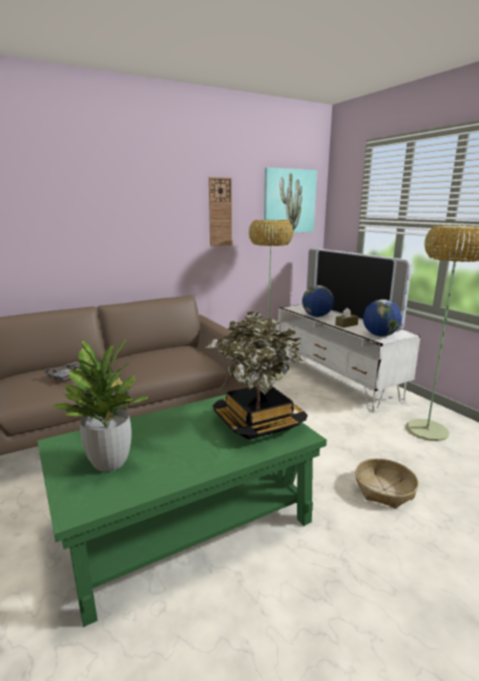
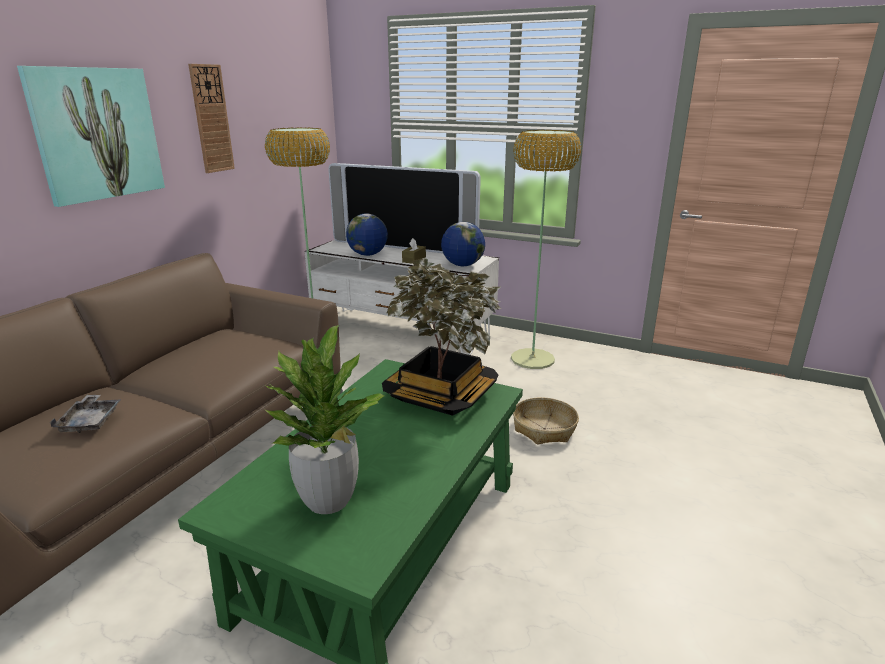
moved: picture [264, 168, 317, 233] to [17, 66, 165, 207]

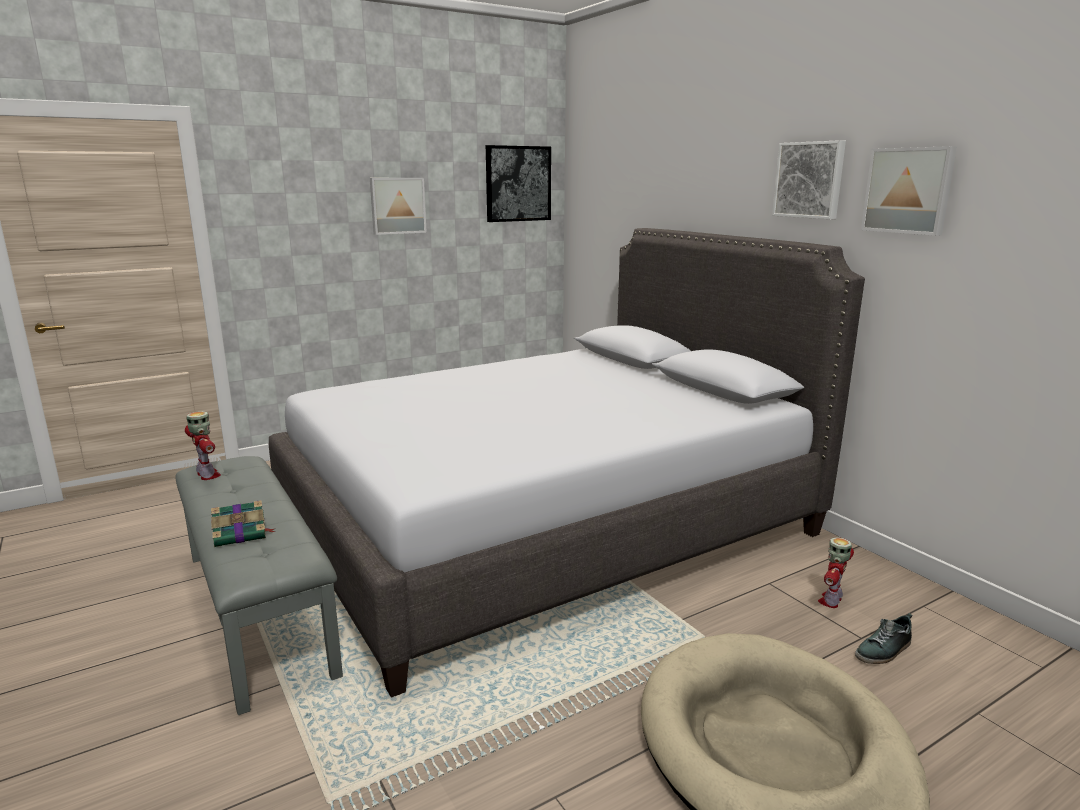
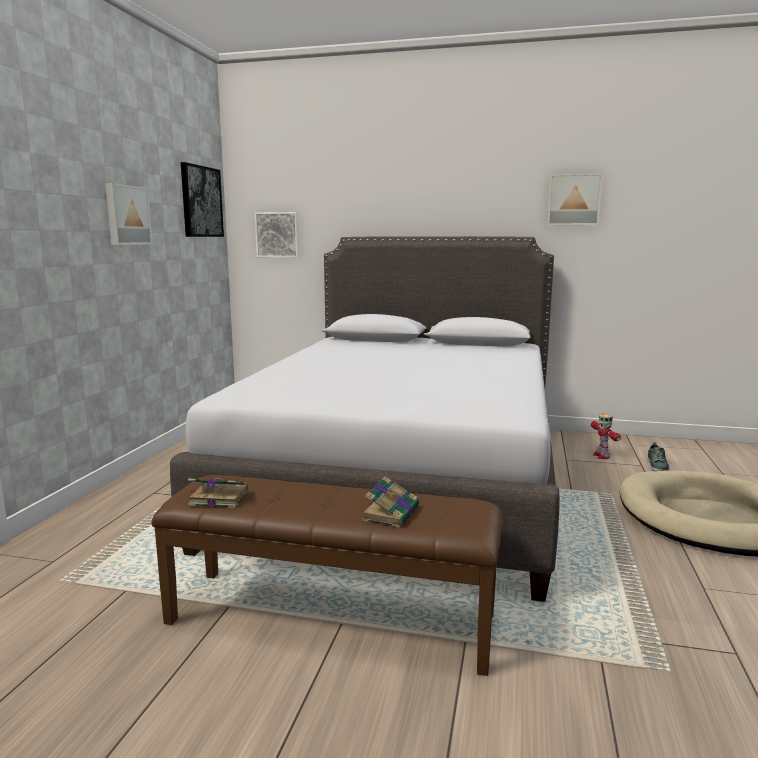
moved: picture [772, 140, 846, 219] to [255, 212, 299, 258]
replaced: toy robot [185, 411, 221, 480] to book [188, 478, 248, 508]
recoloured: grey bench [175, 456, 343, 715] to brown bench [151, 475, 502, 676]

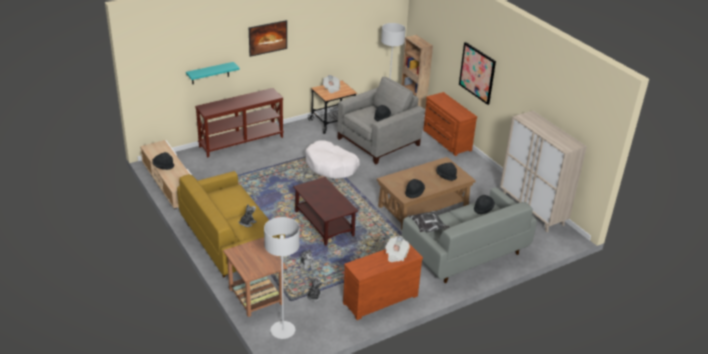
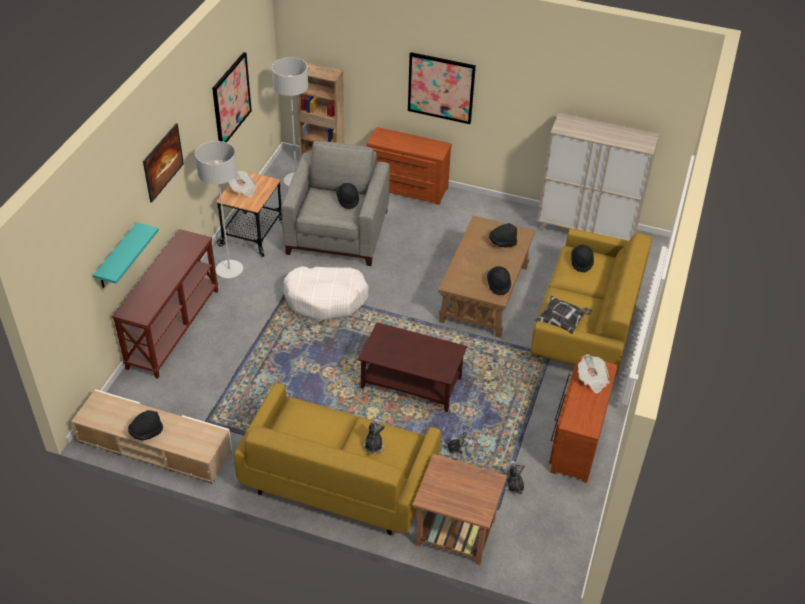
added: picture [212, 52, 252, 143]
moved: grey floor lamp [264, 217, 300, 339] to [195, 141, 243, 278]
recoloured: grey sofa [402, 187, 537, 283] to yellow sofa [531, 228, 652, 376]

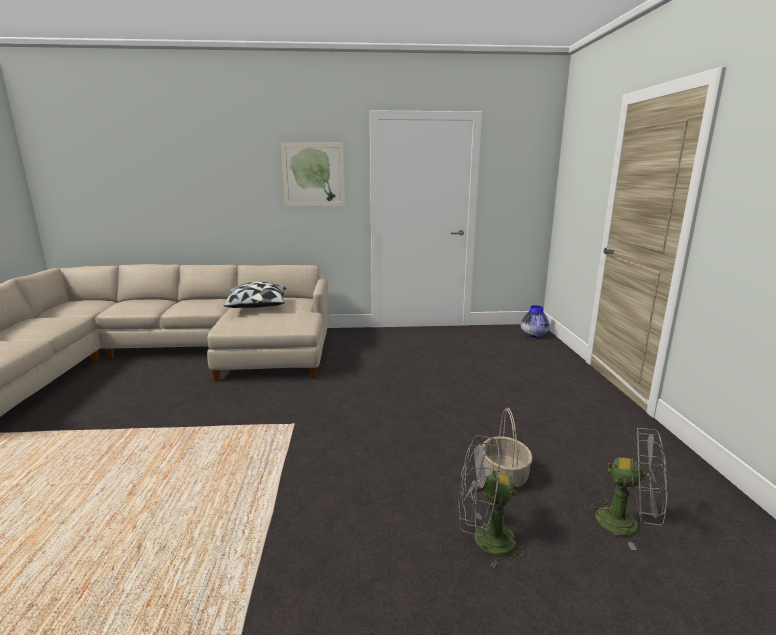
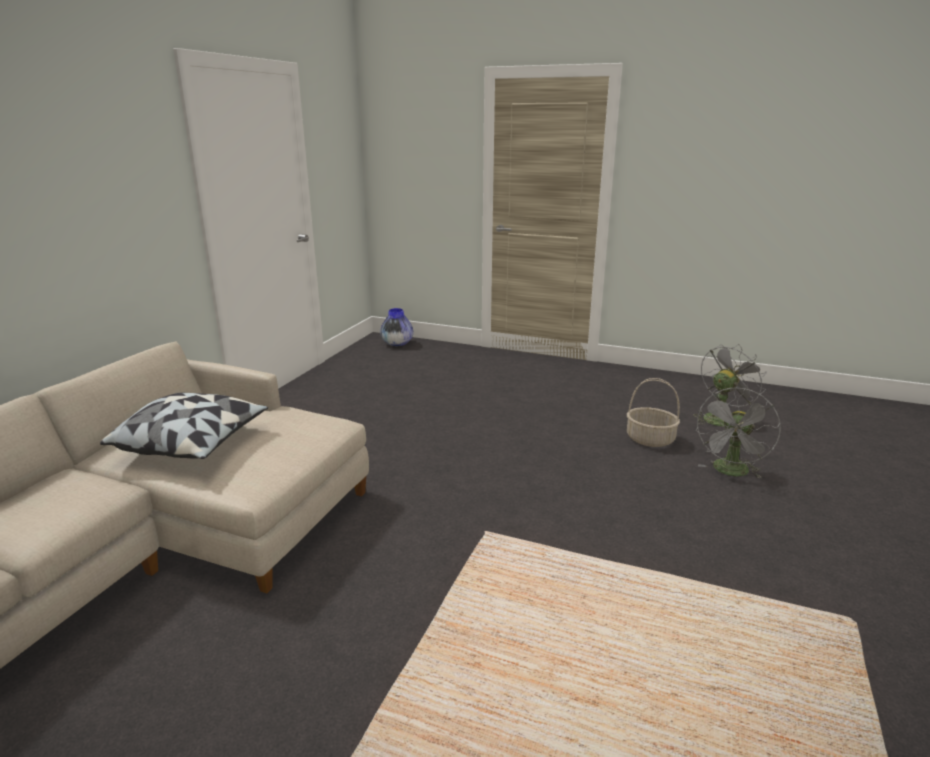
removed: picture [281, 142, 345, 207]

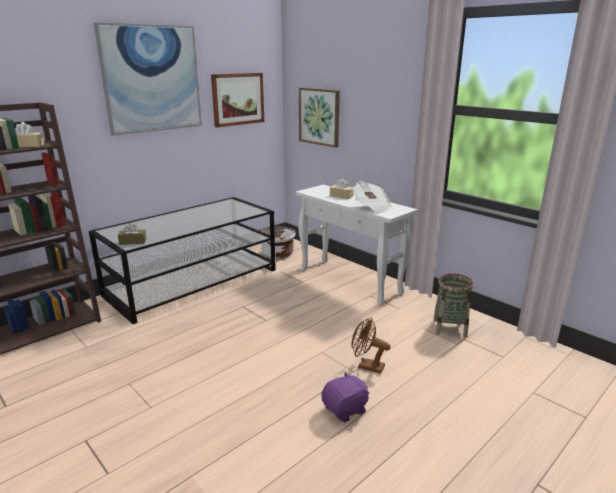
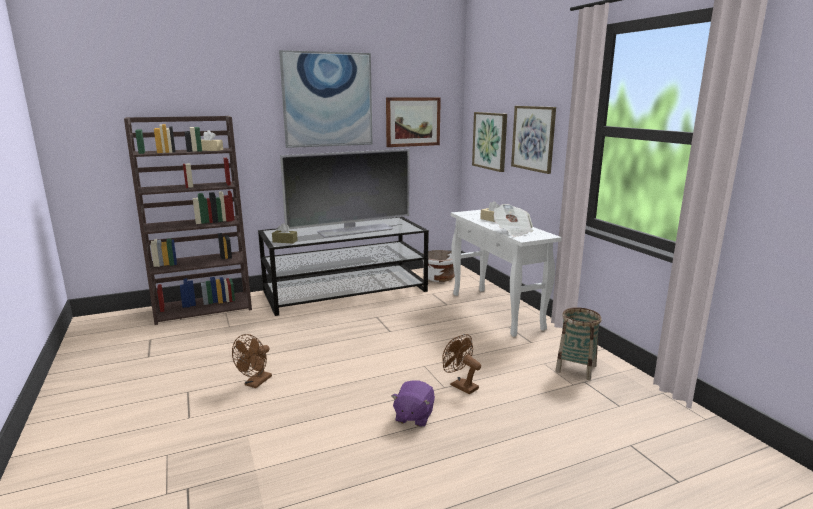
added: brown fan [232, 334, 272, 388]; television [280, 149, 409, 238]; picture [511, 106, 556, 174]
turned: purple plush toy [321, 372, 369, 422] = [391, 380, 435, 427] 120 degrees clockwise

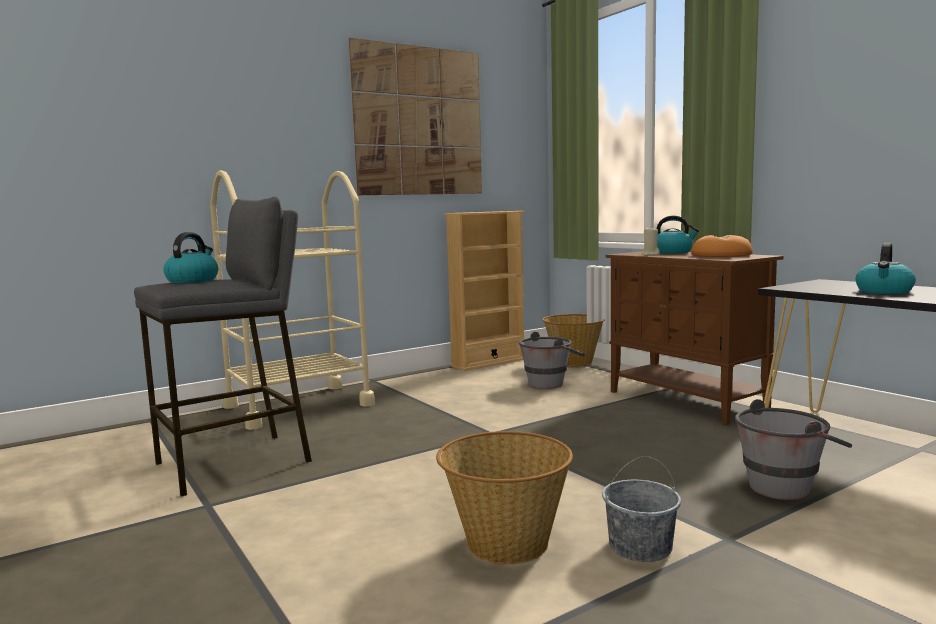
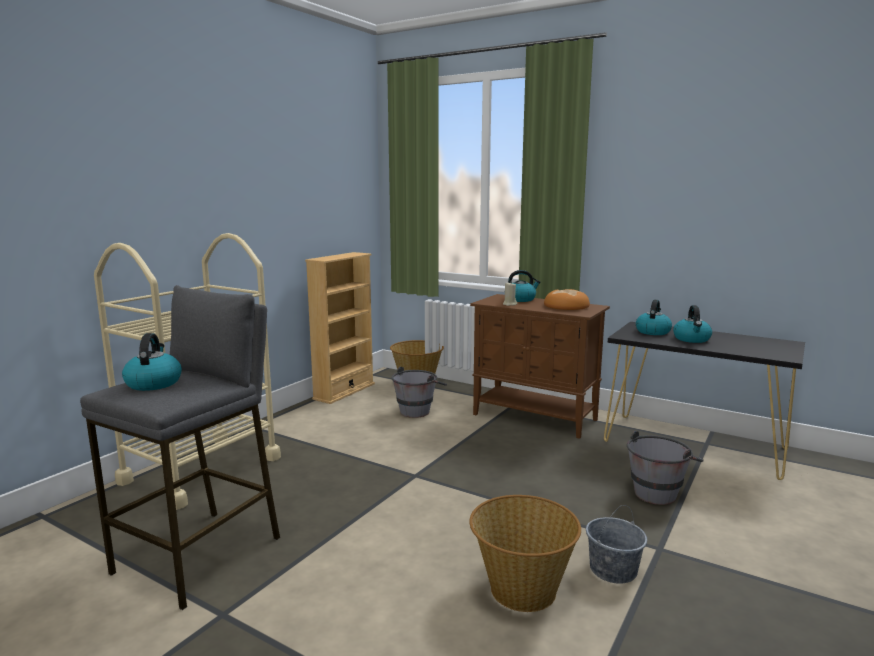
removed: picture [349, 38, 482, 195]
added: kettle [636, 300, 672, 335]

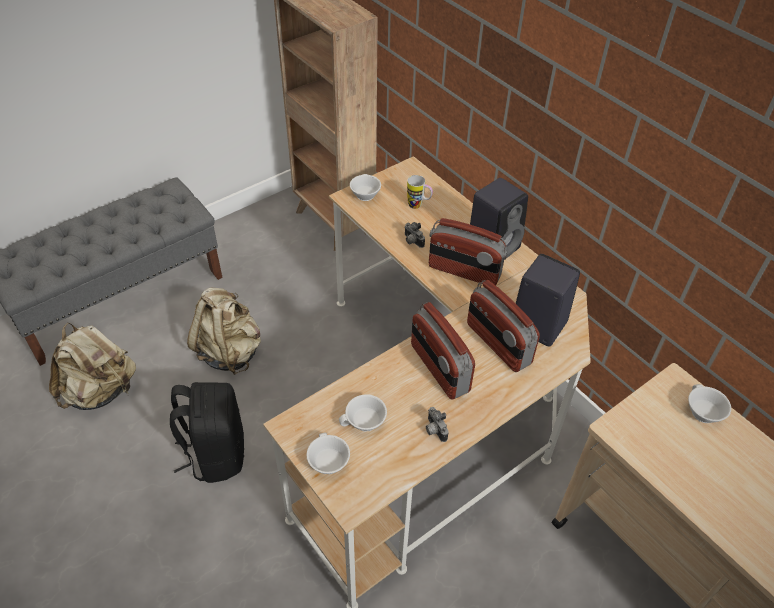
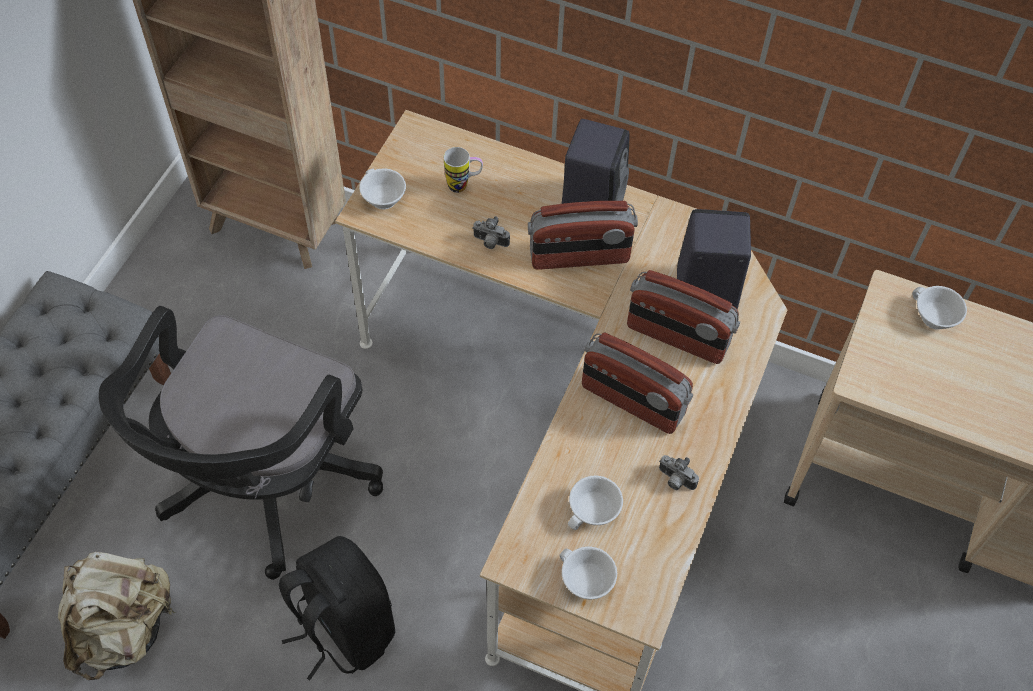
replaced: beige backpack [187, 288, 261, 375] to black office chair [99, 306, 383, 580]

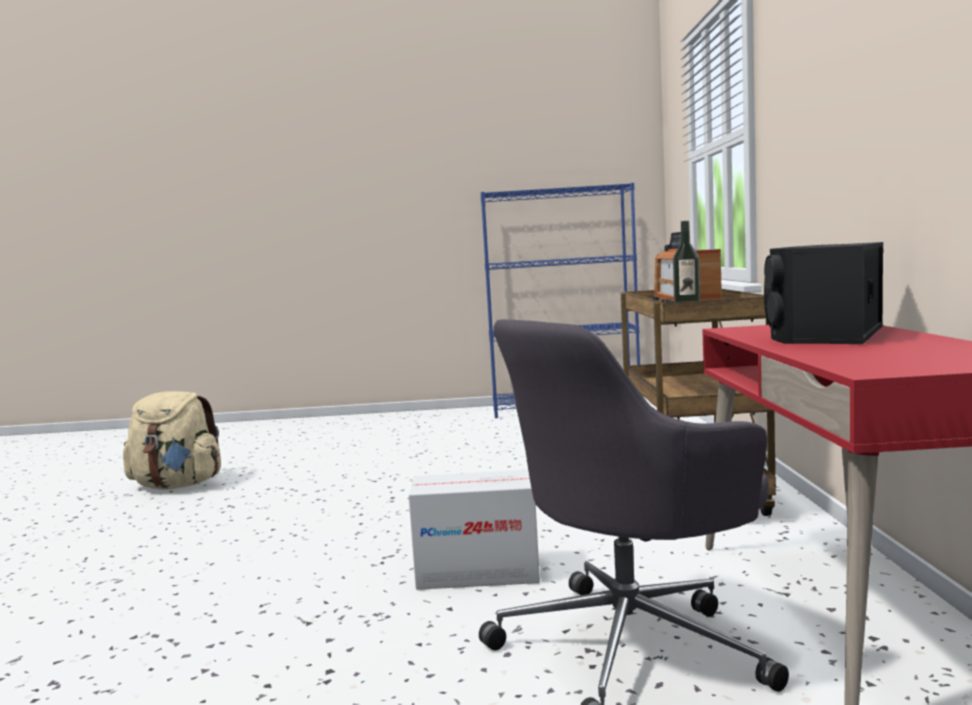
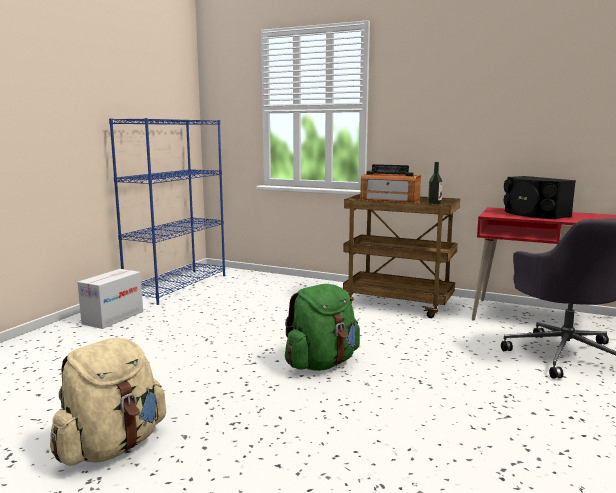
added: green backpack [285, 284, 360, 371]
moved: cardboard box [409, 470, 540, 590] to [77, 269, 143, 329]

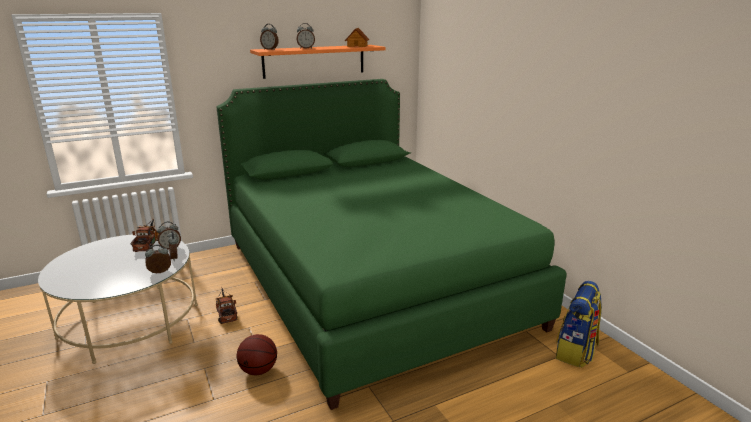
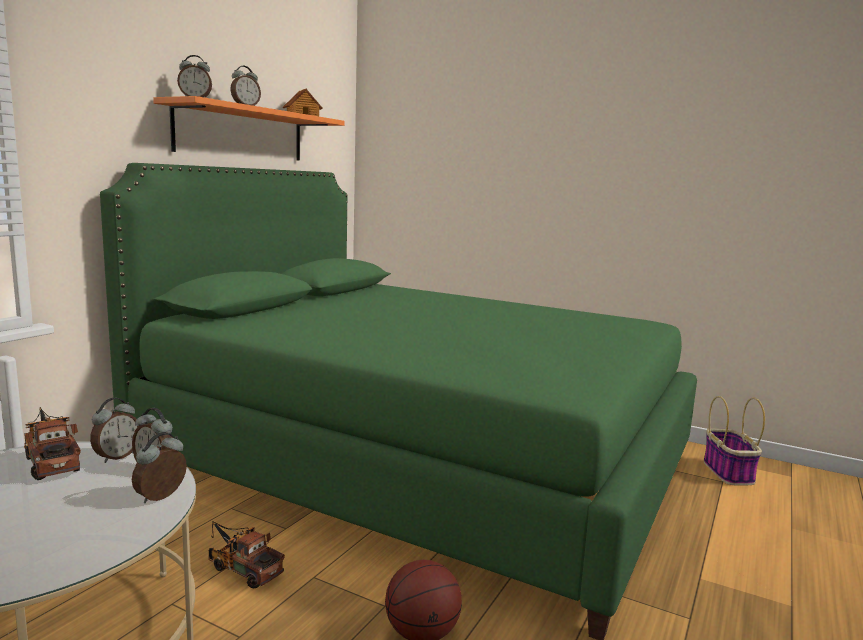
replaced: backpack [556, 281, 602, 368] to basket [704, 396, 765, 485]

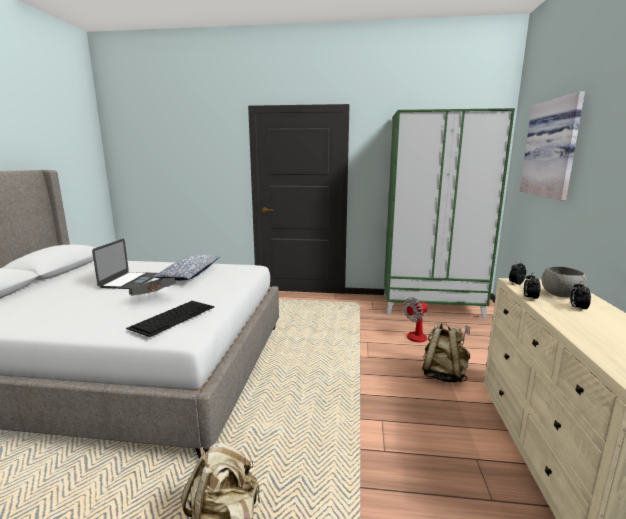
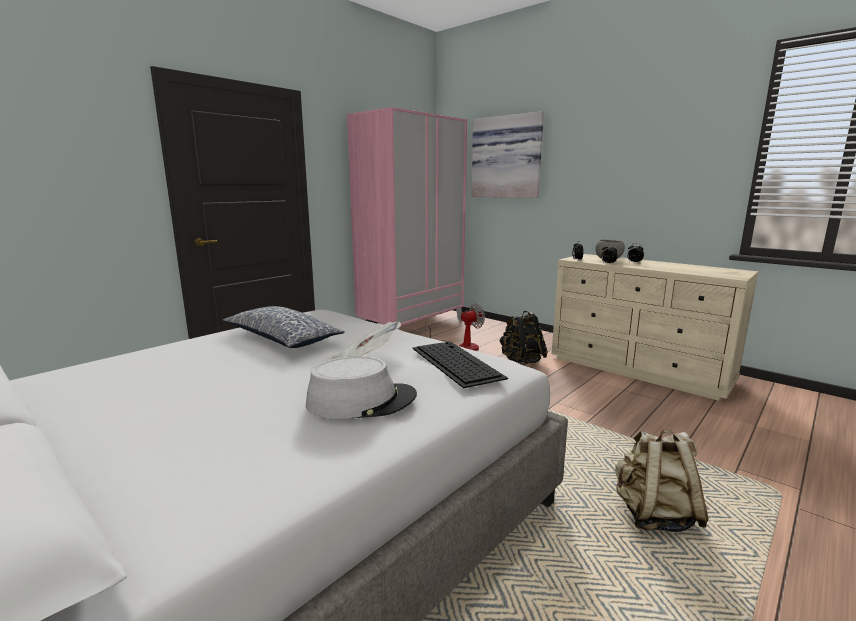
removed: laptop [92, 239, 158, 289]
added: grey hat [306, 356, 417, 419]
recoloured: green wardrobe [384, 108, 515, 319] to pink wardrobe [347, 107, 468, 330]; beige backpack [422, 322, 470, 383] to black backpack [500, 311, 548, 365]
turned: fan [404, 297, 470, 345] = [426, 303, 485, 351] 120 degrees counterclockwise

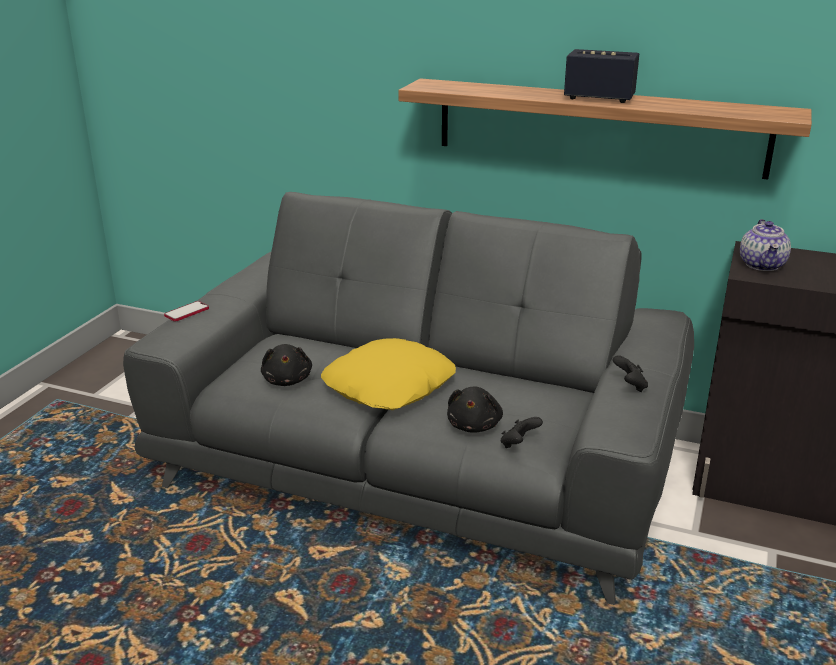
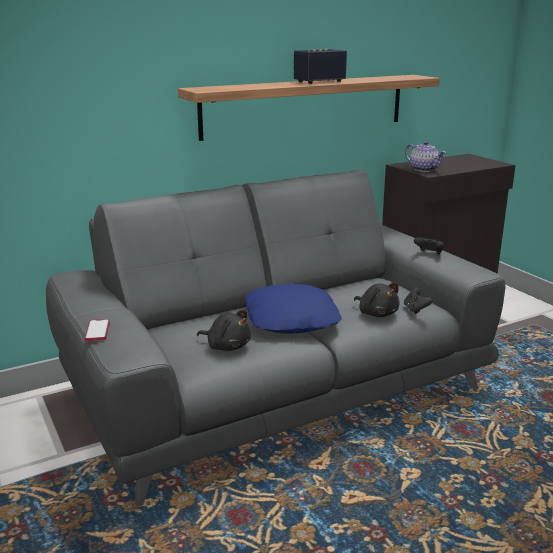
recoloured: yellow pillow [321, 338, 456, 410] to blue pillow [245, 283, 342, 334]

